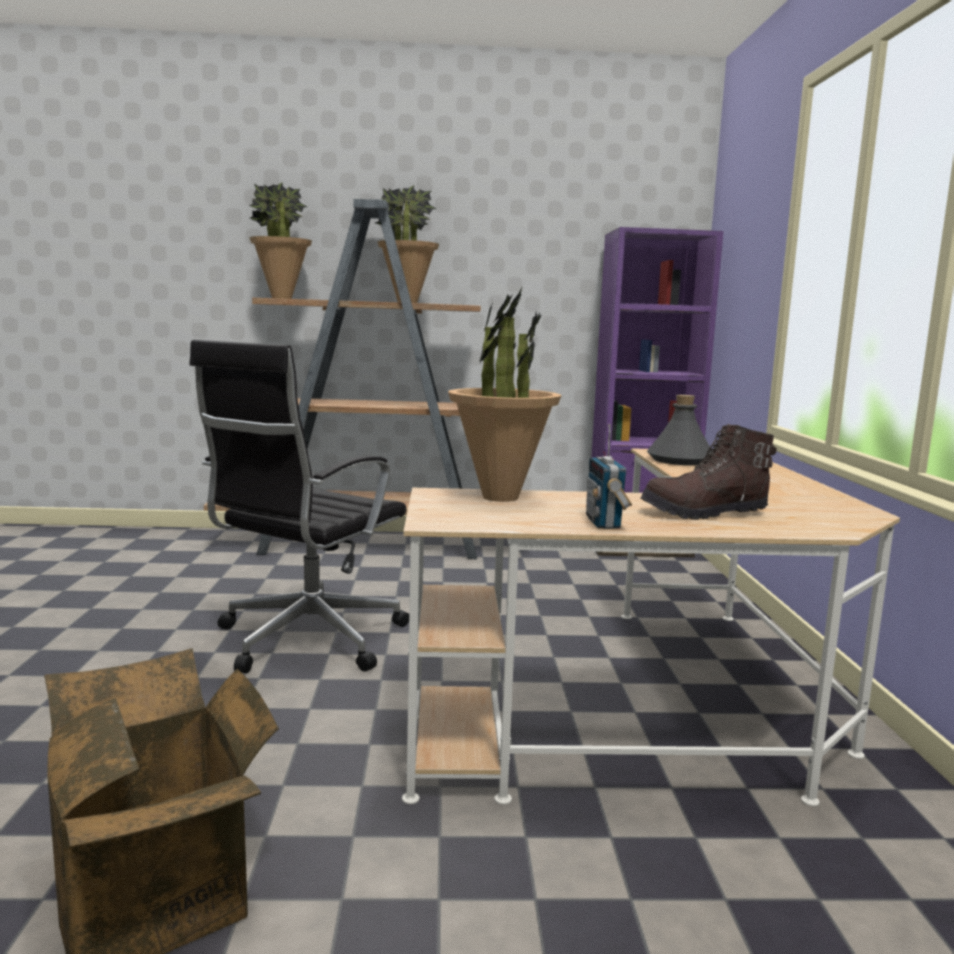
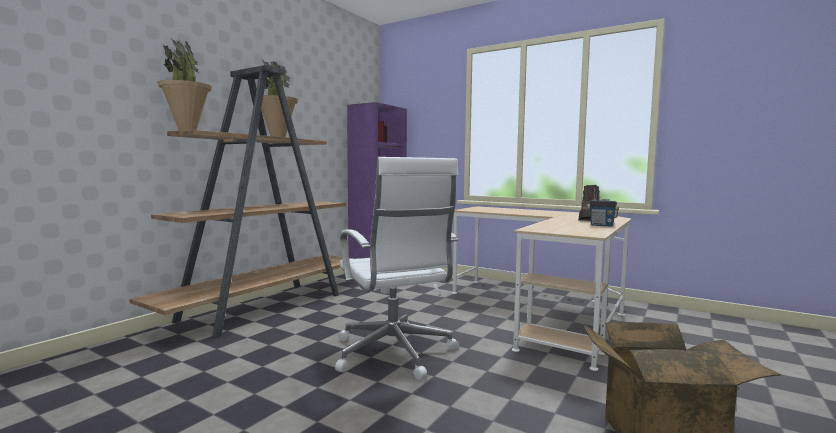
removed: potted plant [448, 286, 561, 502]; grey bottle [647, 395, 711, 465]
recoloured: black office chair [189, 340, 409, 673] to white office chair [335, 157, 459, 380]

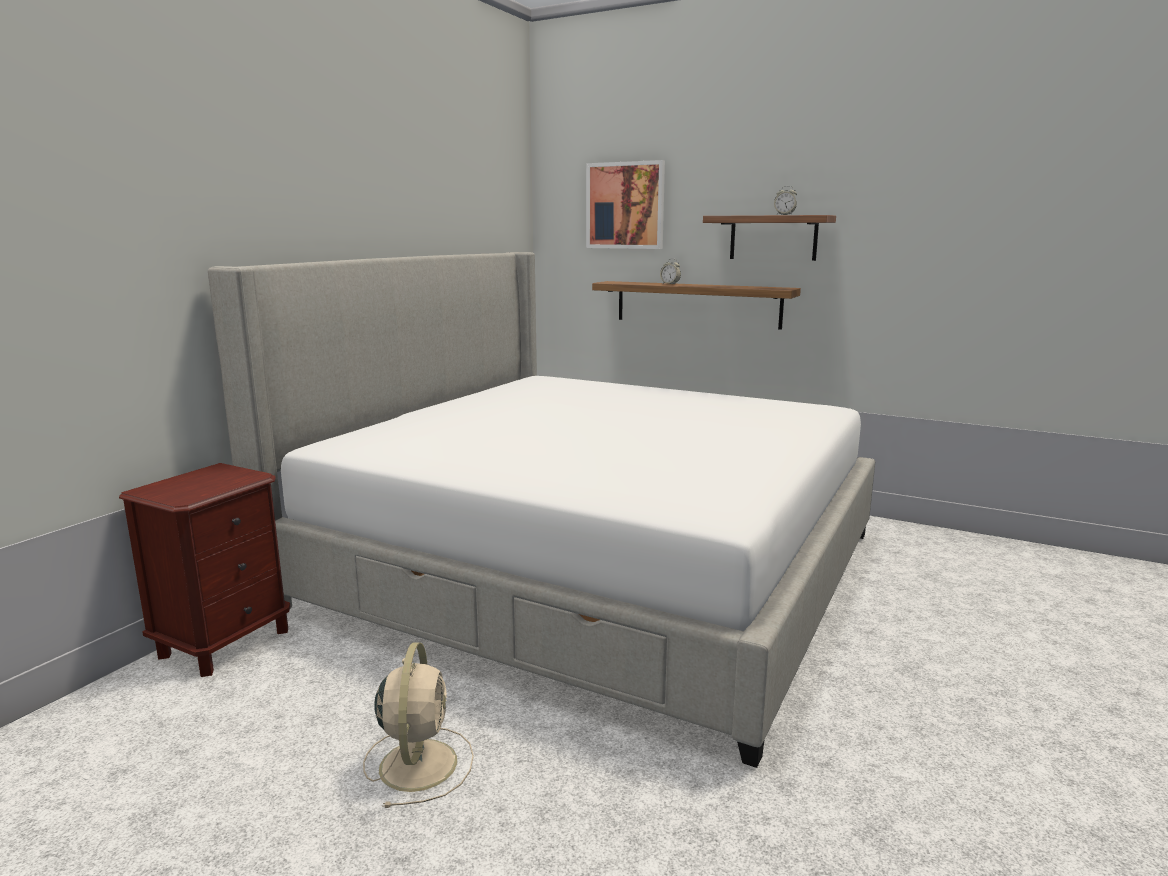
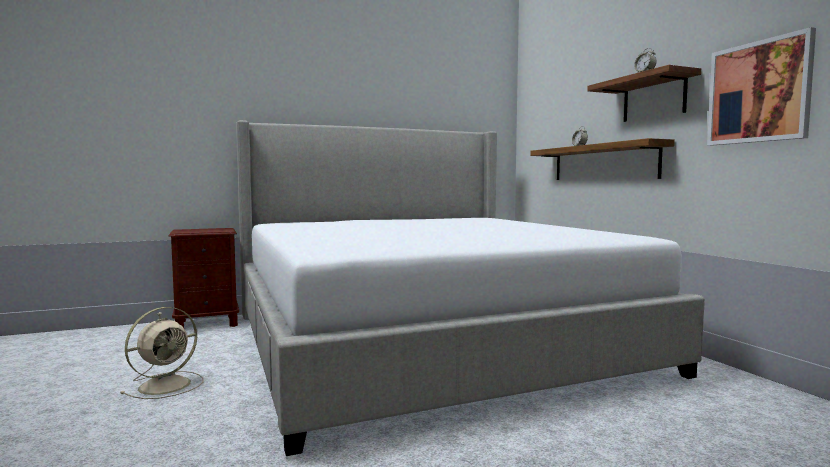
moved: picture [586, 160, 665, 249] to [707, 27, 816, 146]

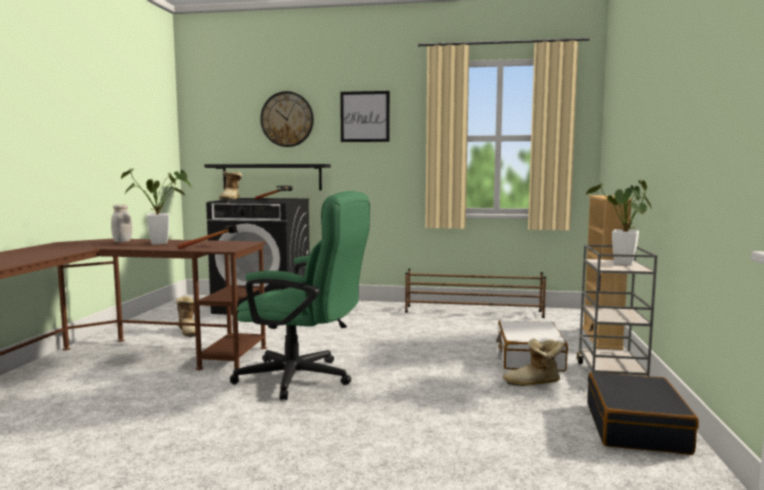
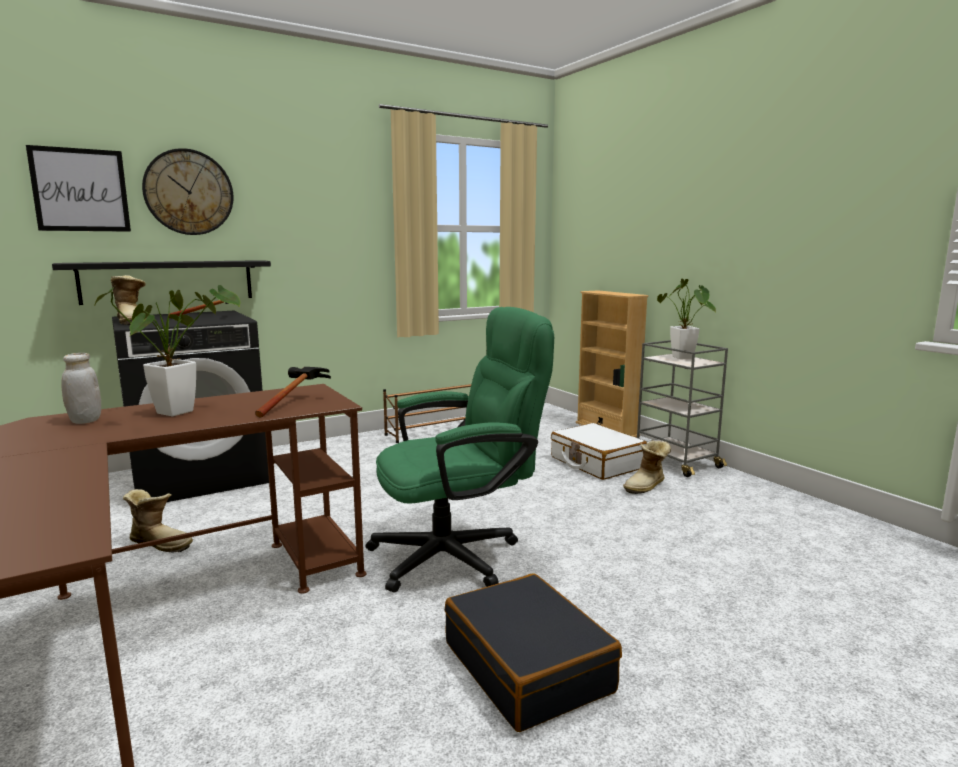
moved: picture [340, 91, 390, 142] to [26, 145, 131, 232]; black suitcase [587, 372, 699, 455] to [445, 573, 622, 732]

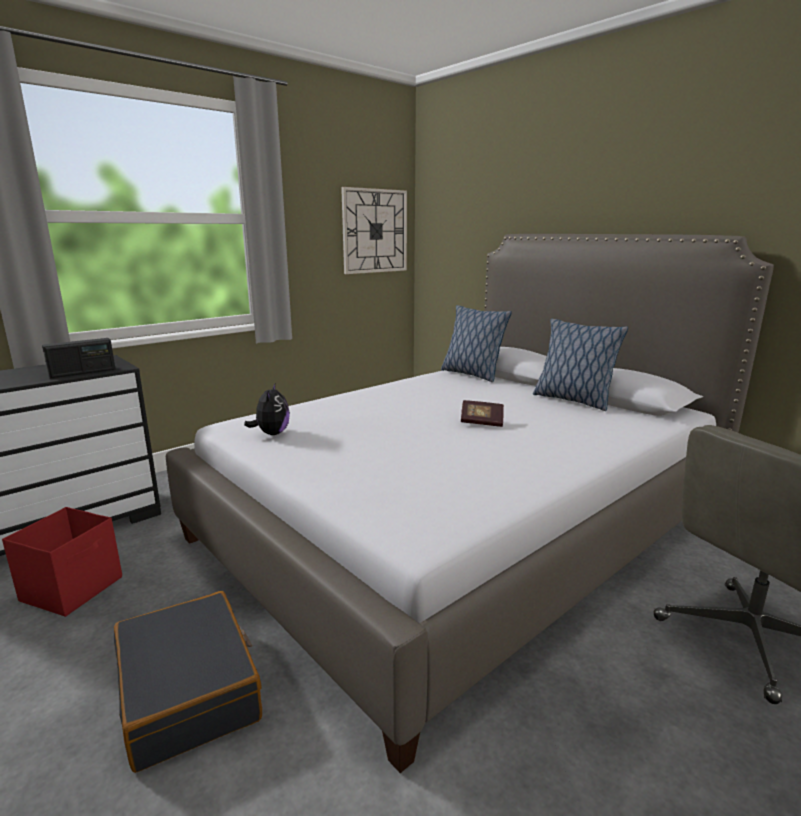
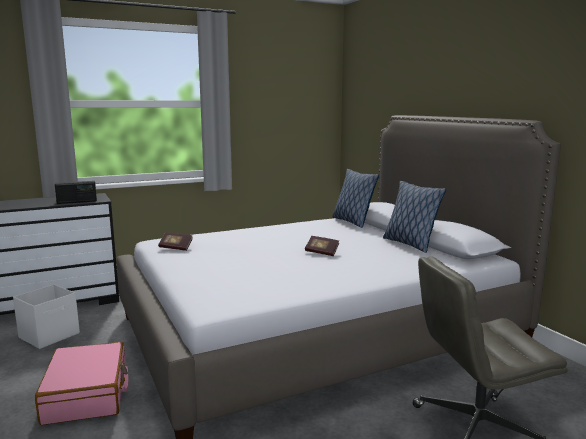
removed: wall clock [341, 187, 407, 274]
replaced: plush toy [244, 382, 290, 435] to book [158, 232, 193, 251]
recoloured: red storage box [2, 507, 122, 617] to white storage box [13, 284, 80, 349]; black suitcase [114, 591, 262, 773] to pink suitcase [35, 341, 129, 425]

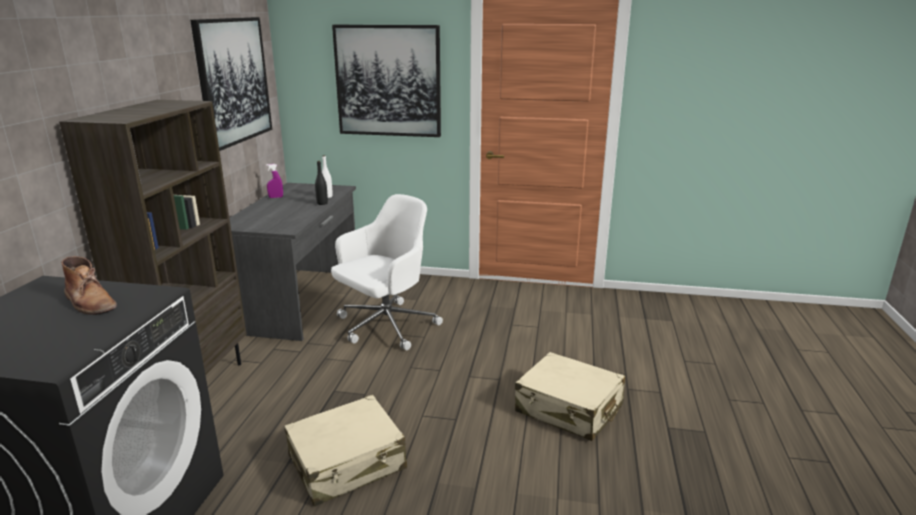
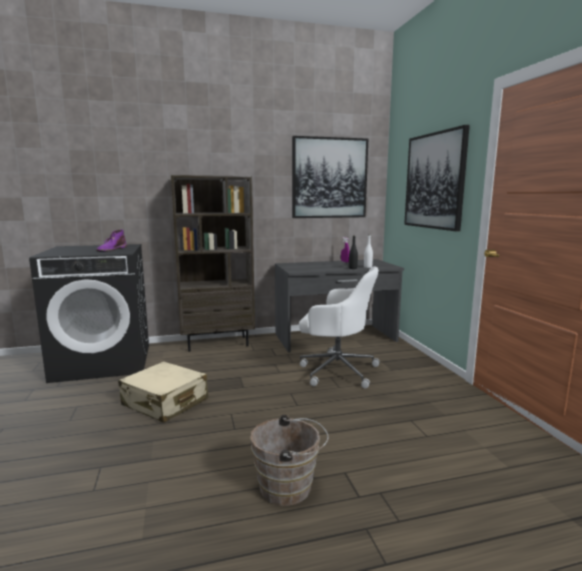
replaced: beige suitcase [515, 352, 625, 441] to brown bucket [250, 415, 329, 506]
recoloured: brown boot [61, 256, 117, 315] to purple boot [96, 229, 127, 252]

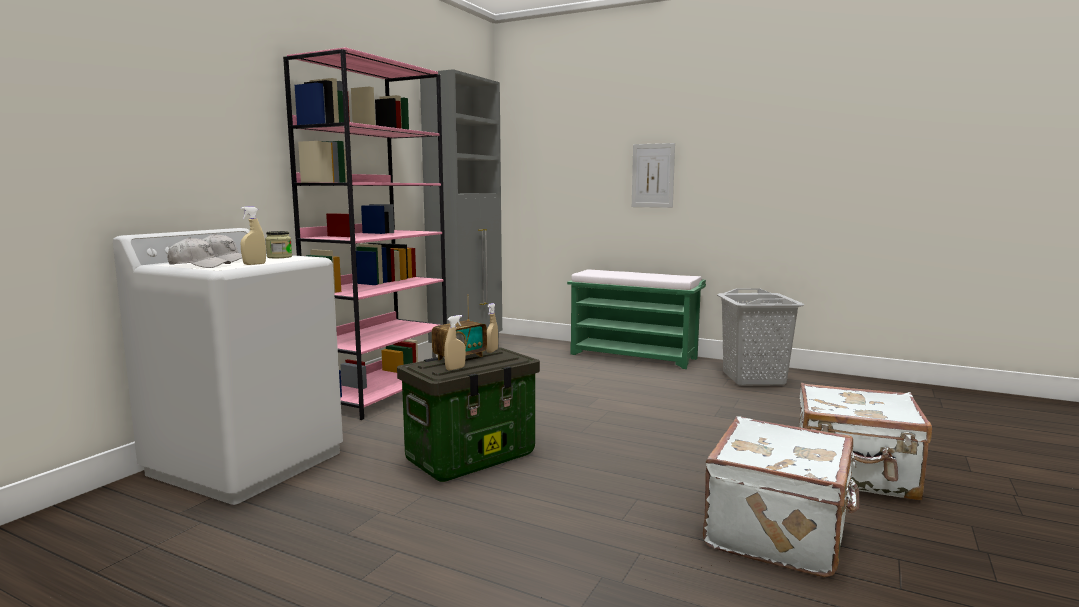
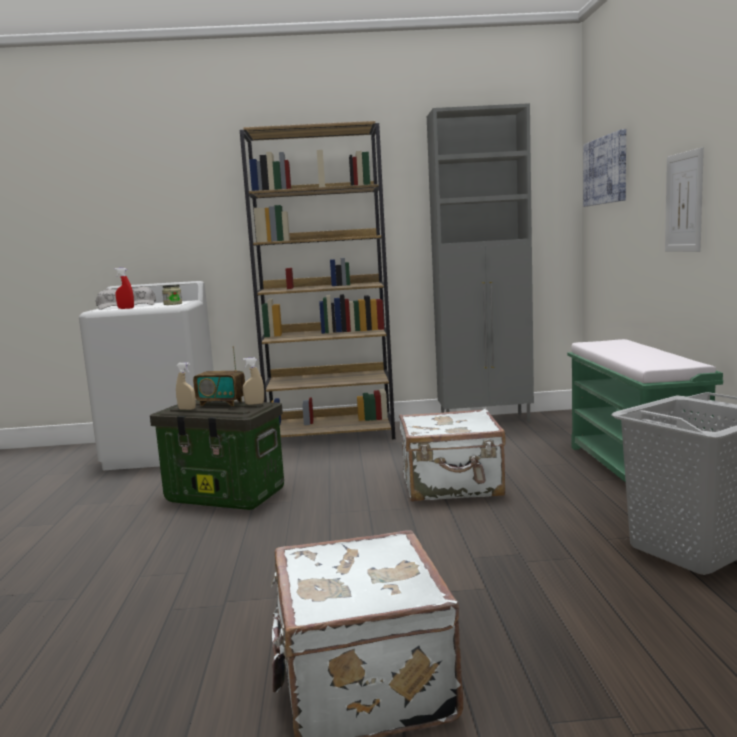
added: picture [583, 129, 626, 207]
moved: white suitcase [703, 416, 859, 577] to [399, 409, 505, 502]
recoloured: beige spray bottle [241, 207, 266, 265] to red spray bottle [114, 268, 134, 309]; pink bookcase [283, 47, 447, 420] to brown bookcase [240, 121, 395, 439]

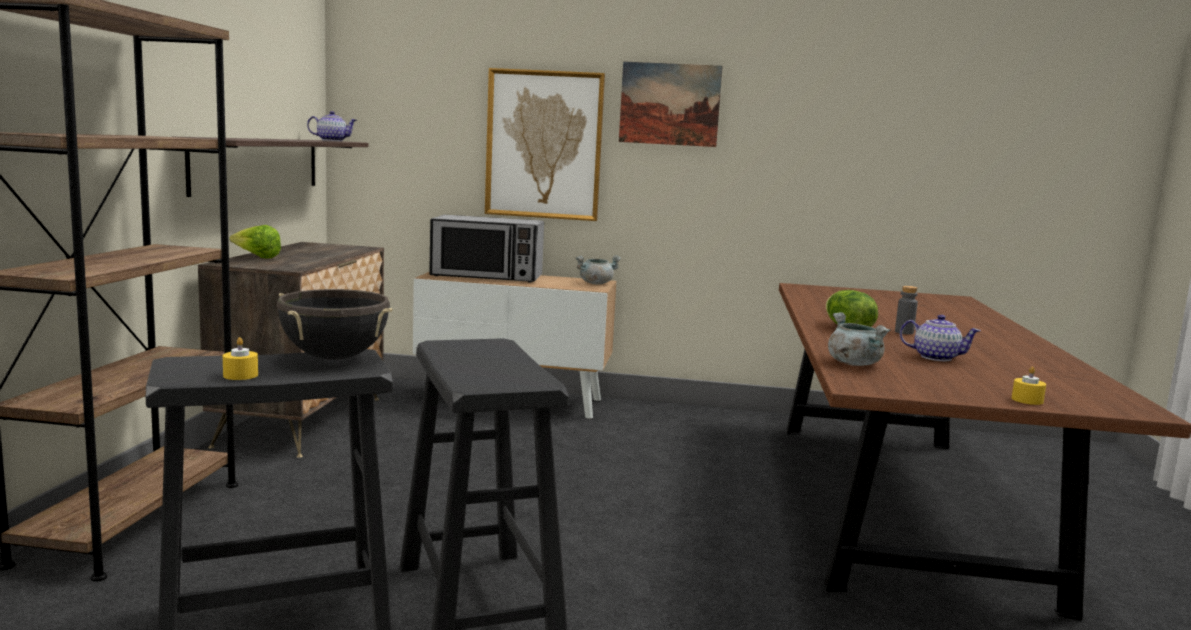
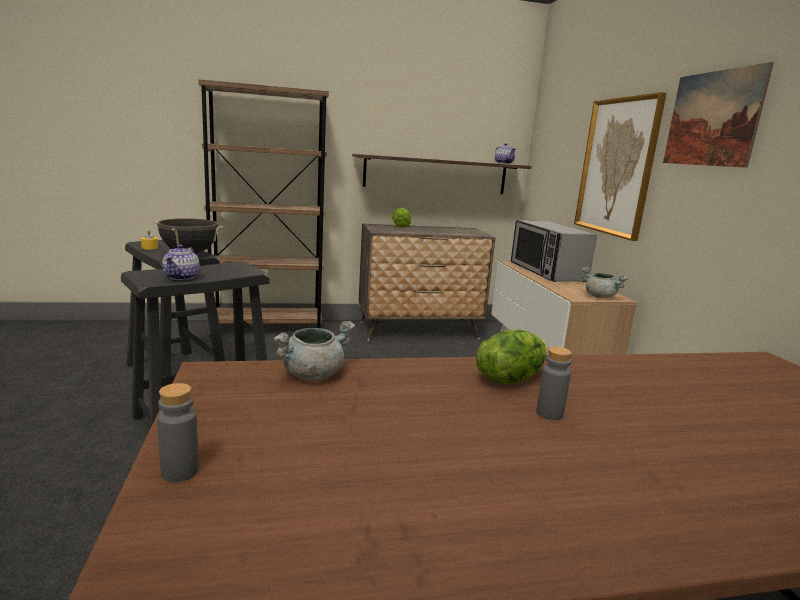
moved: teapot [900, 315, 981, 361] to [162, 244, 199, 280]
replaced: yellow candle [1012, 367, 1046, 405] to grey bottle [157, 383, 199, 482]

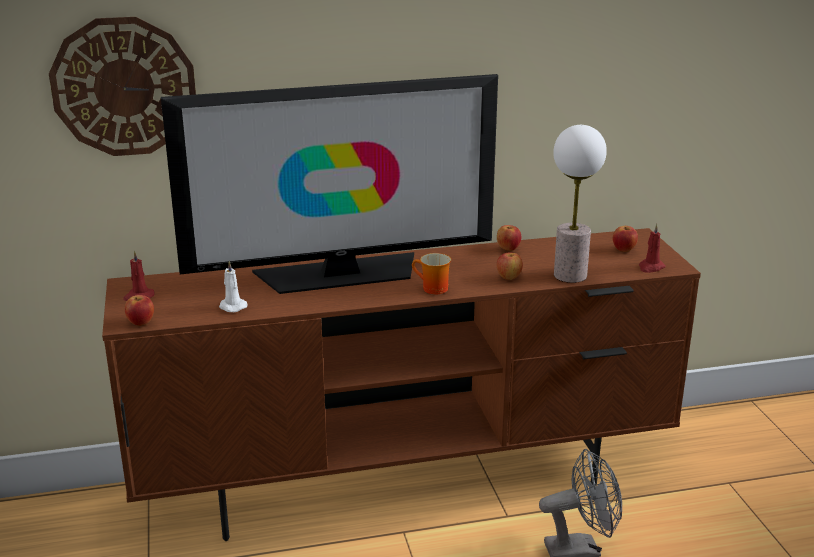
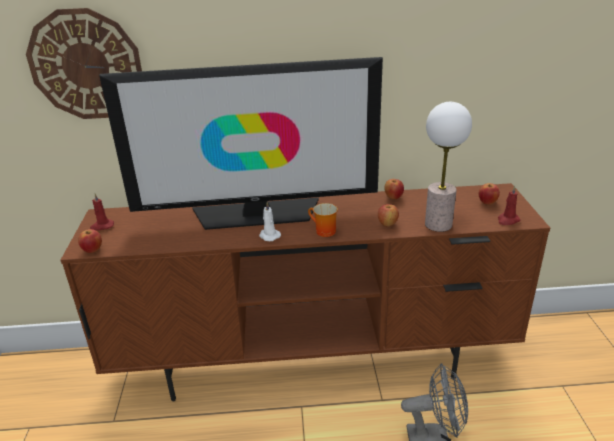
moved: white candle [219, 261, 248, 312] to [259, 202, 281, 241]

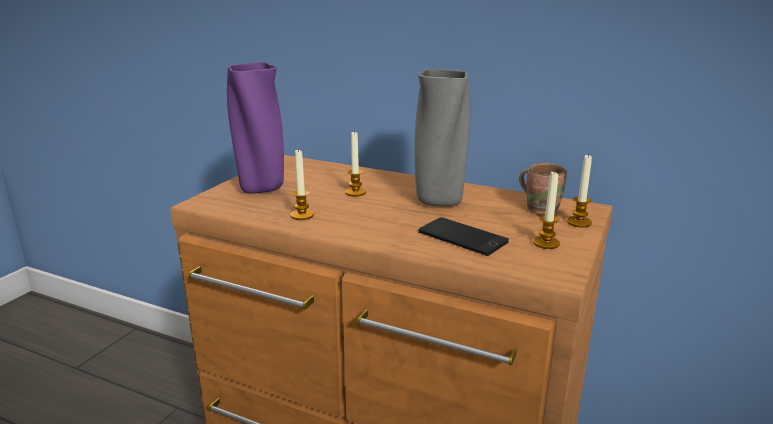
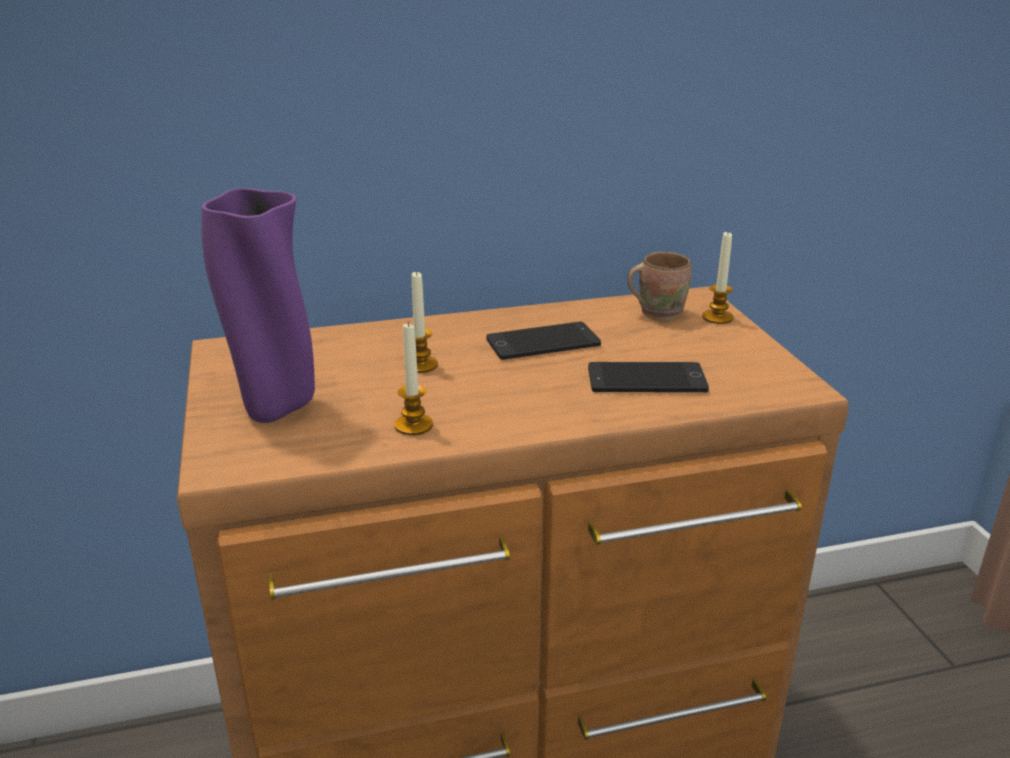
removed: candle [533, 171, 560, 249]
replaced: grey vase [414, 69, 470, 206] to phone [486, 322, 601, 360]

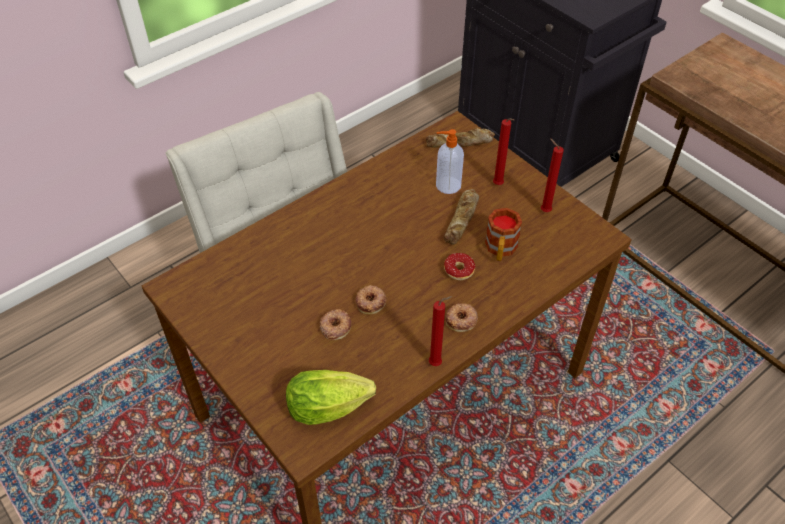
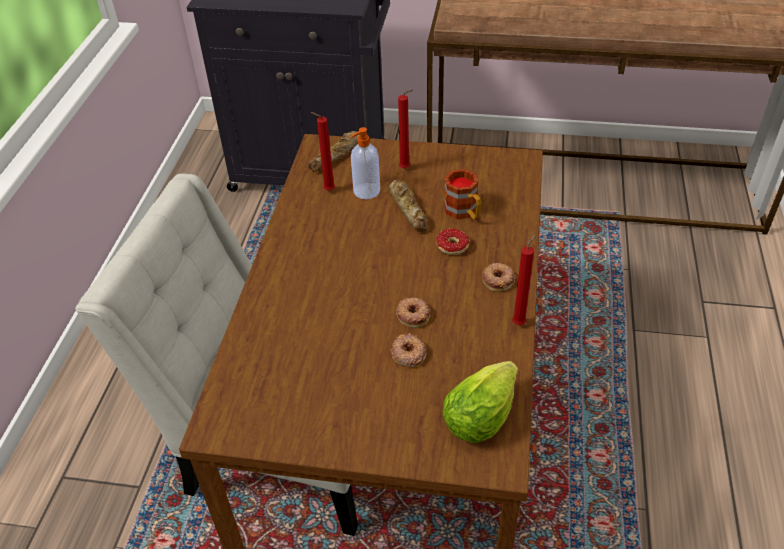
moved: red candle [541, 138, 564, 212] to [310, 112, 335, 191]

